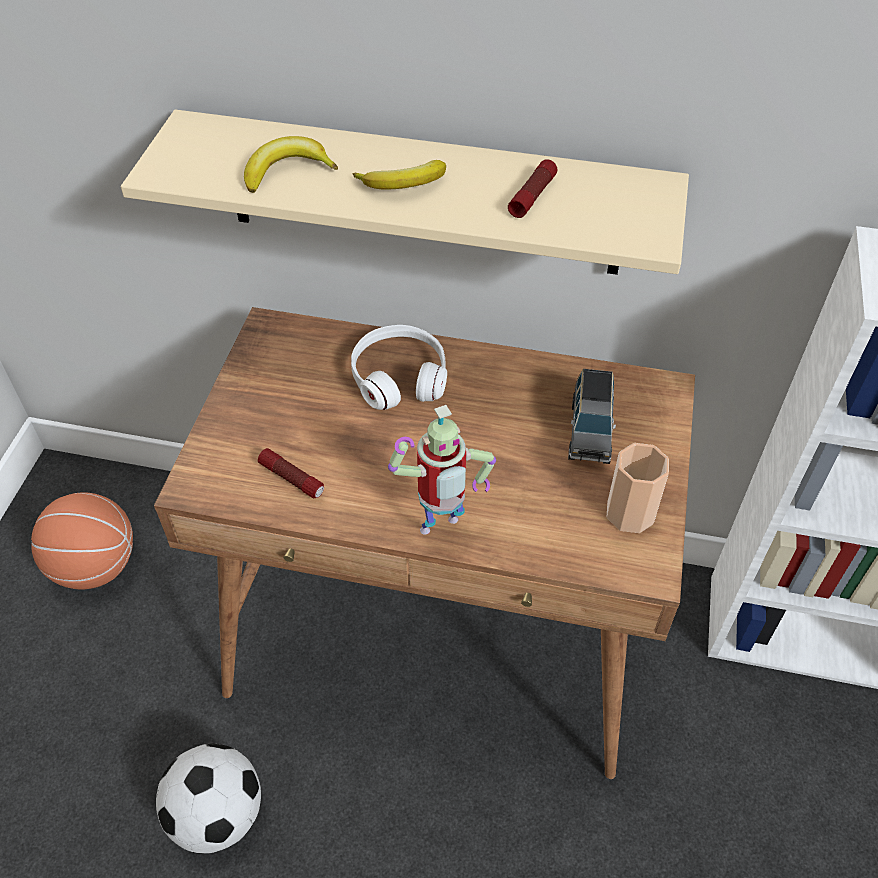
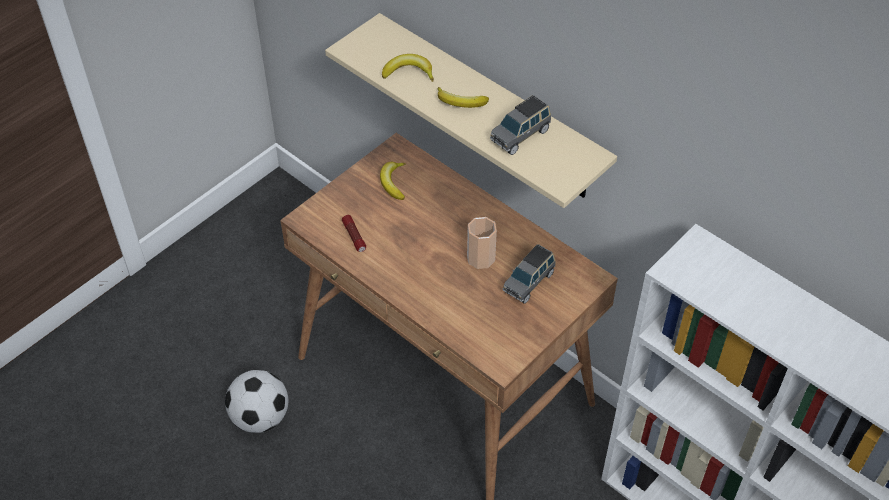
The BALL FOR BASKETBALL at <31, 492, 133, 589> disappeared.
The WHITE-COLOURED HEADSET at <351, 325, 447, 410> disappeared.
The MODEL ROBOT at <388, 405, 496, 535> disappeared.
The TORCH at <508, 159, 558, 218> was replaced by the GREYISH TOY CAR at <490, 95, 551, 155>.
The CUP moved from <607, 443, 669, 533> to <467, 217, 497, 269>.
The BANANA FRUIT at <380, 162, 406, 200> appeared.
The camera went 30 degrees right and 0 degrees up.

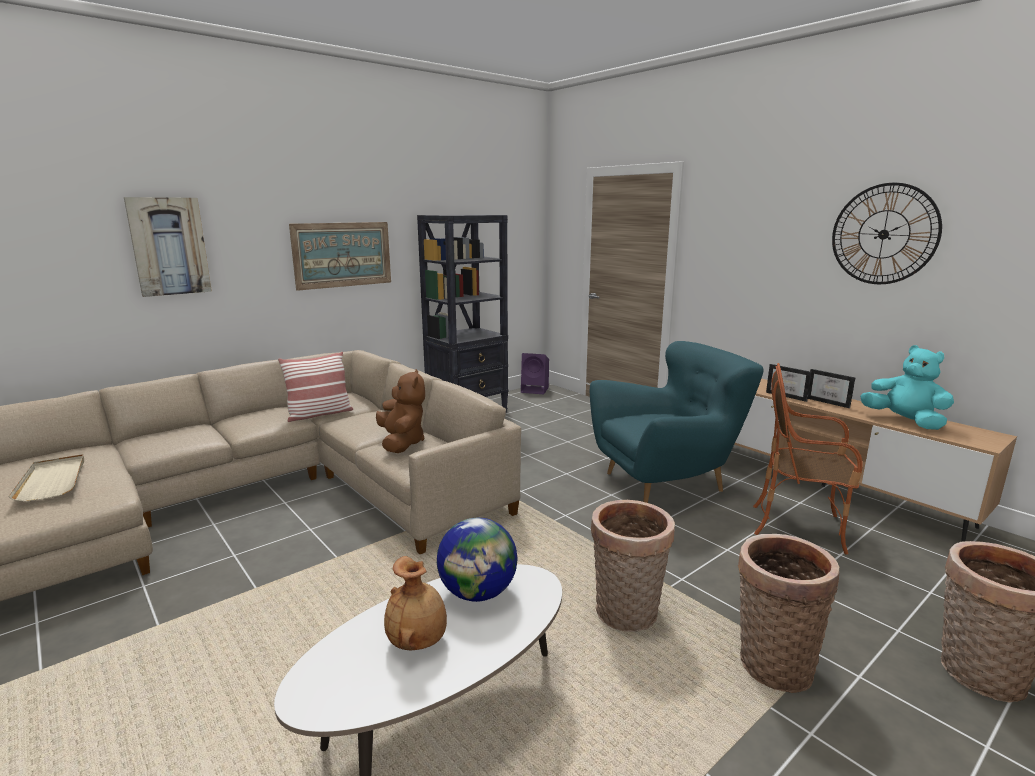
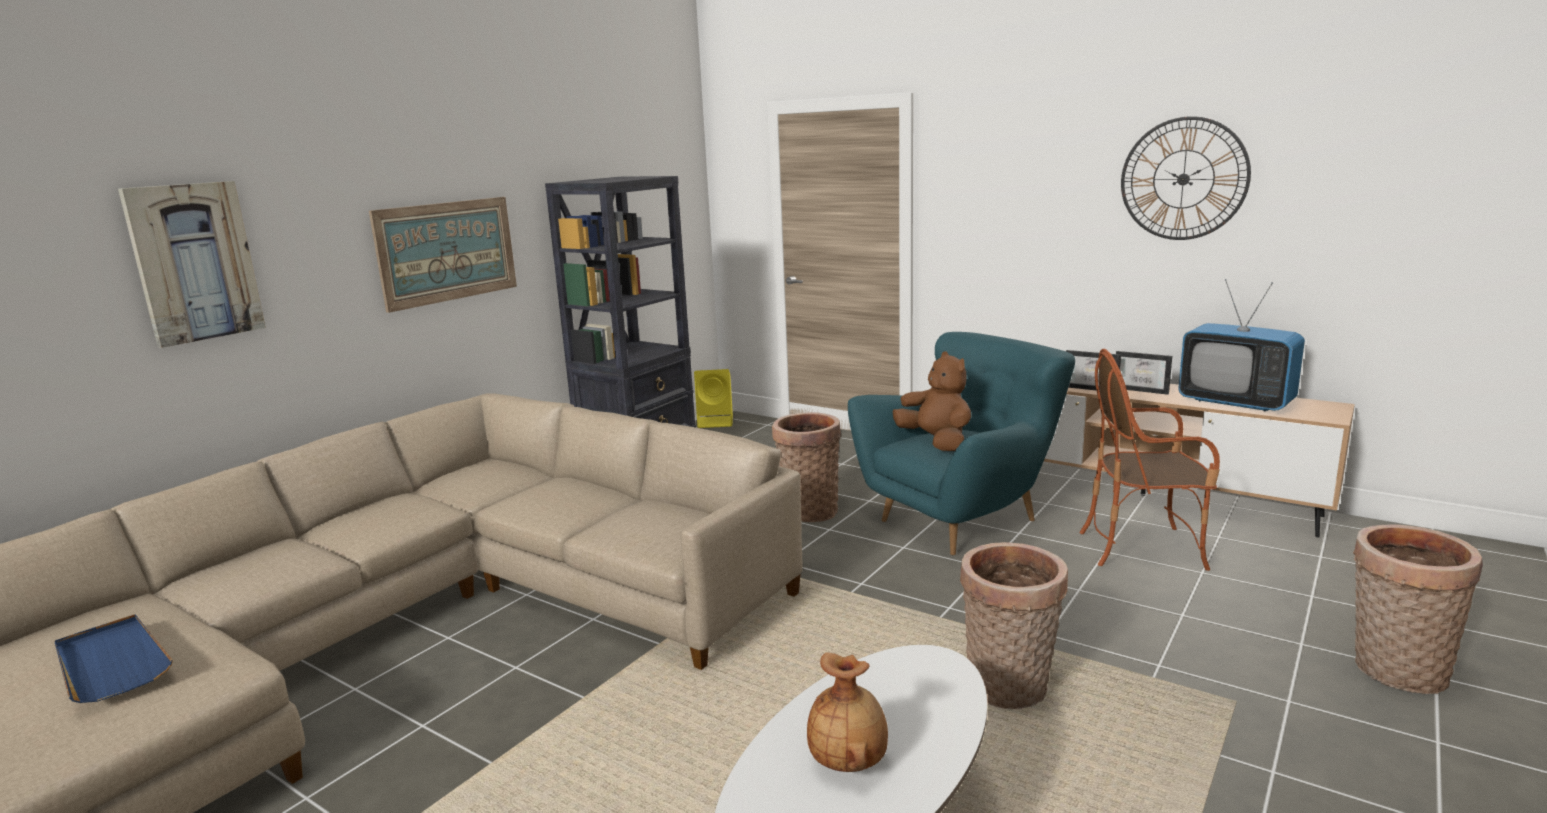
The SAND-COLOURED SERVING TRAY at <8, 454, 84, 502> became the BLUISH SERVING TRAY at <54, 614, 173, 703>.
The CUSHION at <278, 352, 353, 422> disappeared.
The BROWN SOFT TOY moved from <376, 369, 425, 453> to <893, 351, 971, 451>.
The GLOBE at <437, 518, 518, 602> disappeared.
The PURPLE AUDIO SPEAKER at <521, 353, 549, 394> became the YELLOW AUDIO SPEAKER at <694, 369, 733, 428>.
The STORAGE BASKET moved from <738, 534, 839, 693> to <772, 412, 841, 522>.
The BLUE-GREEN SOFT TOY at <860, 345, 954, 430> was replaced by the TV SET at <1178, 279, 1305, 411>.
The camera went 15 degrees left and 0 degrees up.

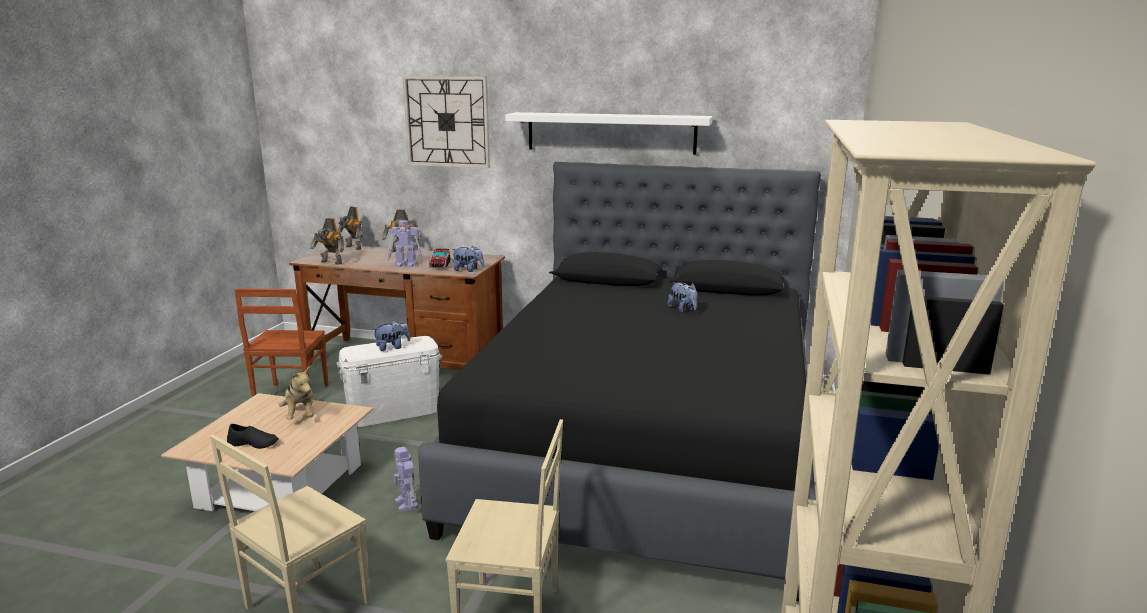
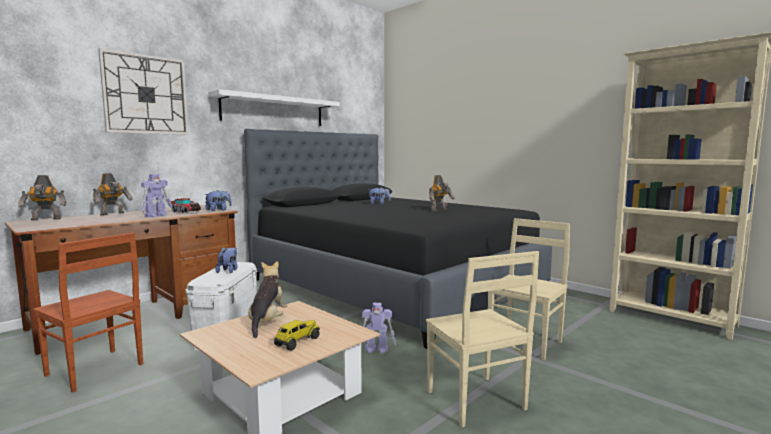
The BLACK-COLOURED LOW SHOE at <227, 424, 279, 449> was replaced by the MODEL TRUCK at <274, 320, 320, 351>.
The SOFT TOY at <278, 366, 314, 420> turned 90 degrees counterclockwise.
The MODEL ROBOT moved from <310, 218, 344, 265> to <429, 175, 455, 212>.
The camera went 60 degrees left and 10 degrees down.

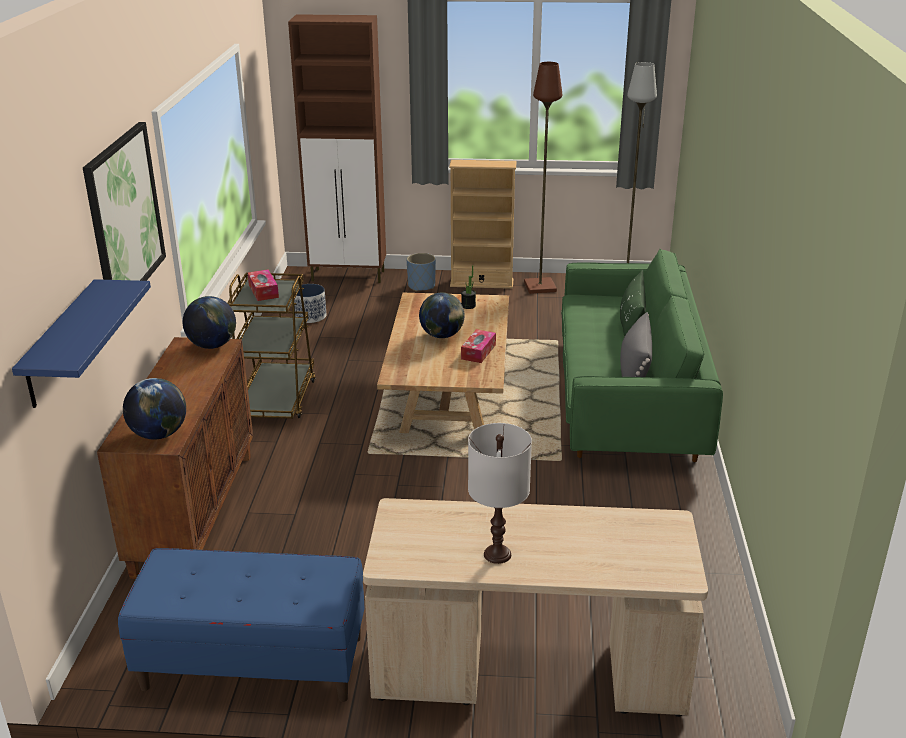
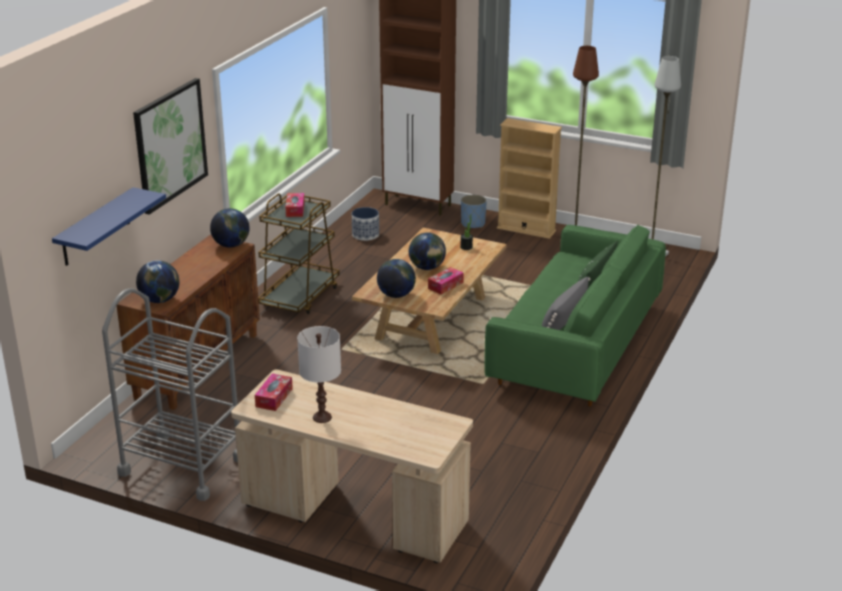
The BLUISH INDOOR BENCH at <118, 548, 364, 702> was replaced by the GREYISH TROLLEY at <102, 288, 239, 501>.
The TISSUE BOX at <255, 373, 293, 411> appeared.
The GLOBE at <377, 259, 416, 298> appeared.
The camera went 20 degrees right and 0 degrees up.

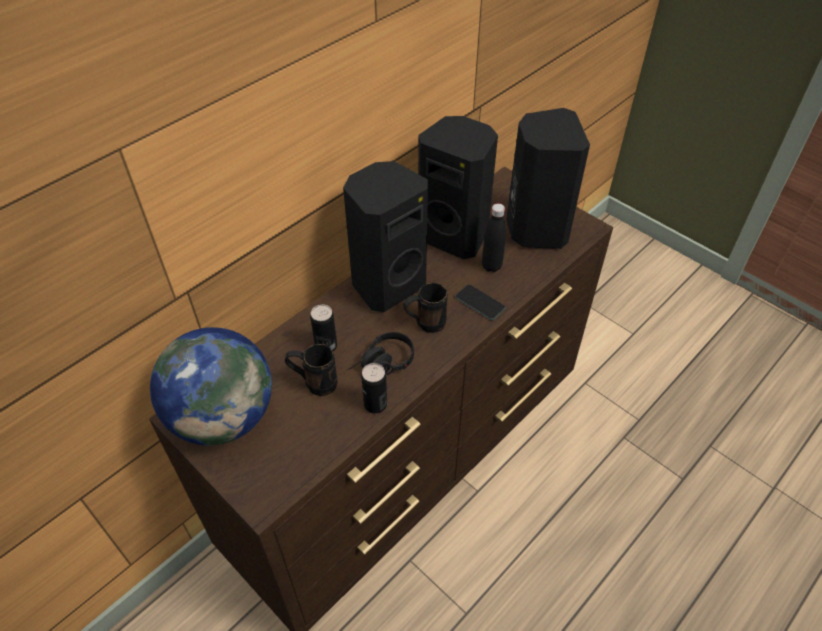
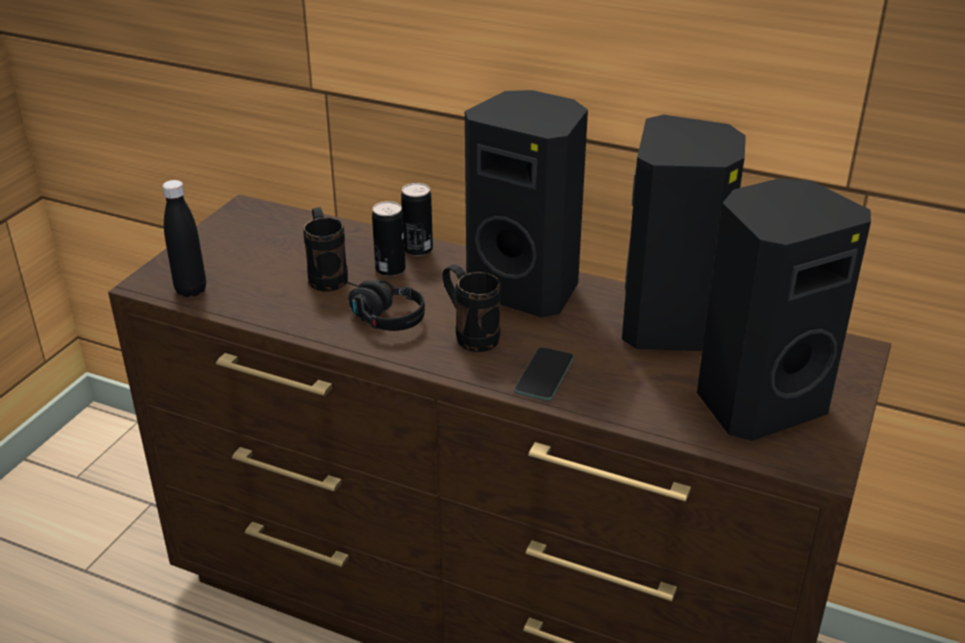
The GLOBE at <150, 327, 272, 446> disappeared.
The SEALED CAN moved from <361, 363, 387, 414> to <401, 183, 433, 256>.
The BLACK-COLOURED BEVERAGE BOTTLE moved from <482, 204, 506, 272> to <162, 180, 206, 297>.
The camera went 70 degrees right and 15 degrees down.

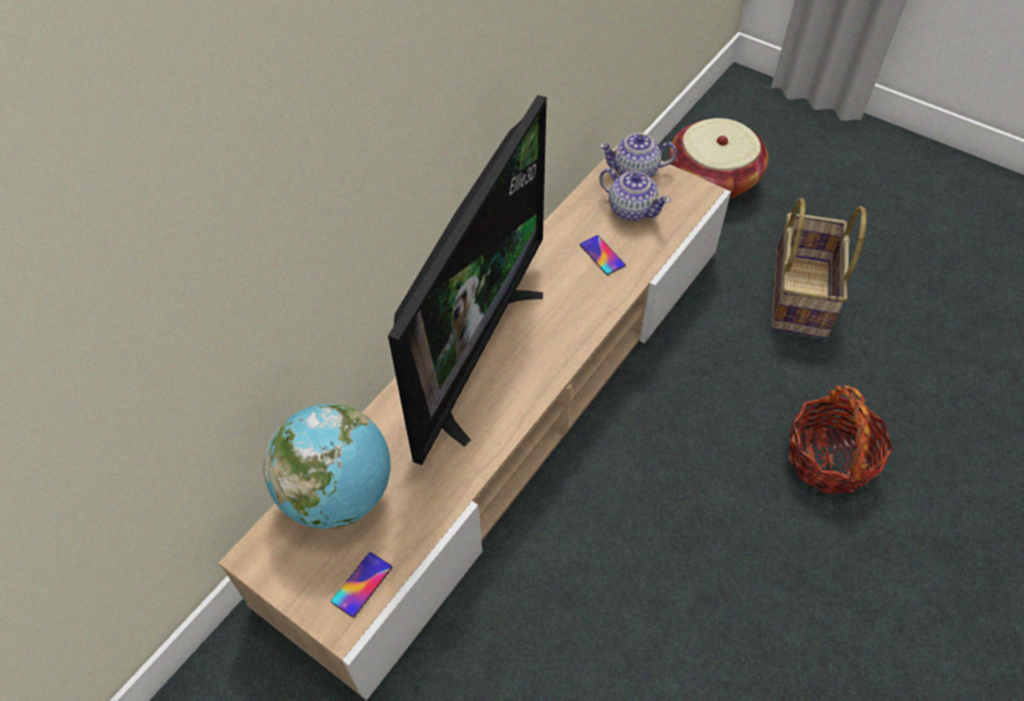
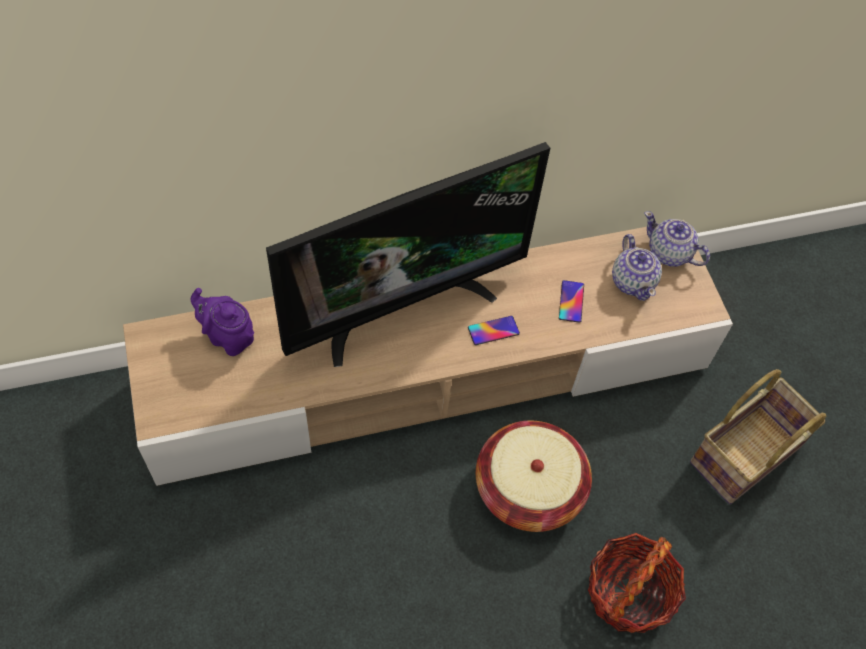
The GLOBE at <263, 404, 390, 530> was replaced by the PURPLE TEAPOT at <191, 288, 254, 356>.
The TELEPHONE moved from <331, 552, 392, 617> to <468, 316, 520, 345>.
The STORAGE BASKET moved from <669, 118, 769, 199> to <476, 420, 592, 532>.
The camera went 35 degrees right and 5 degrees up.

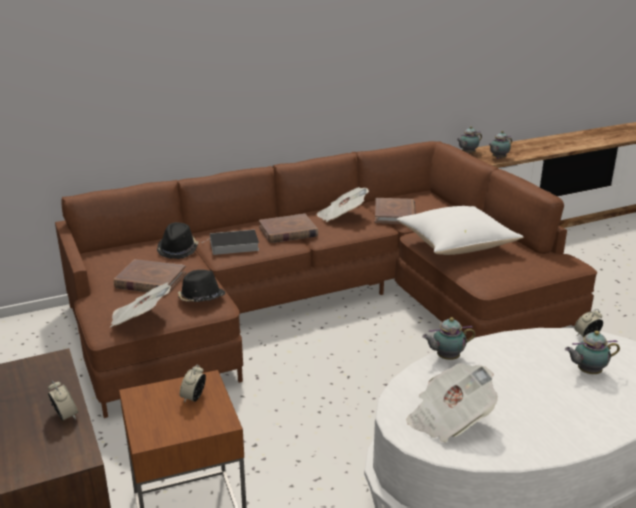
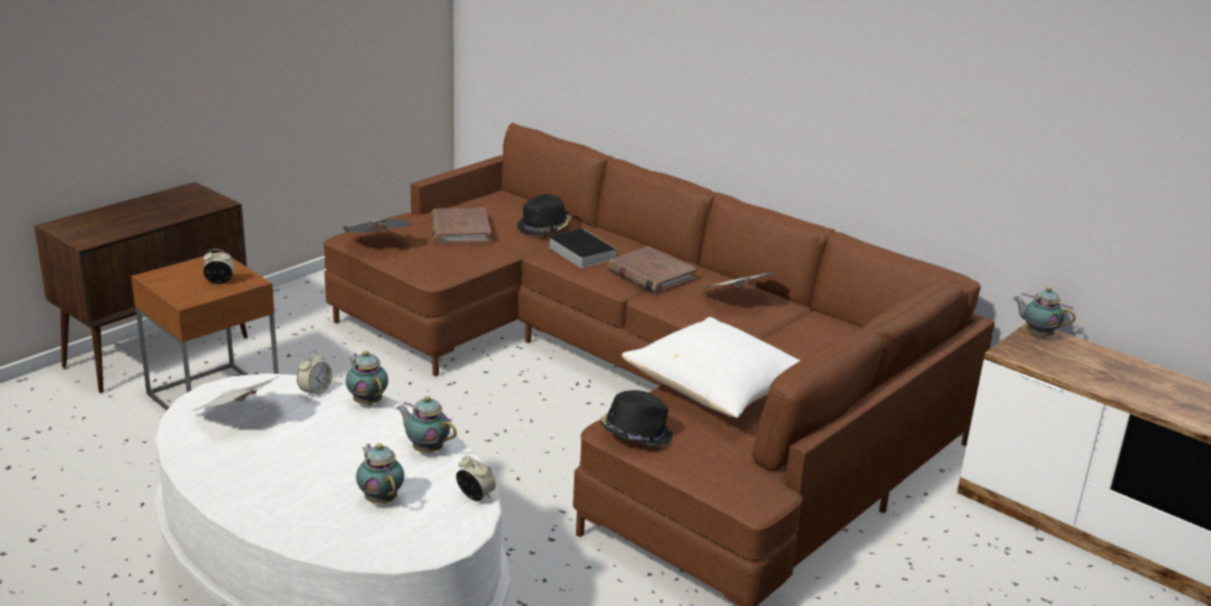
The ALARM CLOCK moved from <48, 380, 78, 421> to <297, 351, 332, 398>.
The BLACK-COLOURED WEARABLE HAT moved from <178, 270, 226, 302> to <600, 390, 674, 447>.
The BROWN BOUND BOOK at <375, 198, 416, 224> disappeared.
The TEAPOT moved from <488, 131, 512, 159> to <397, 396, 457, 453>.
The camera went 65 degrees right and 0 degrees up.

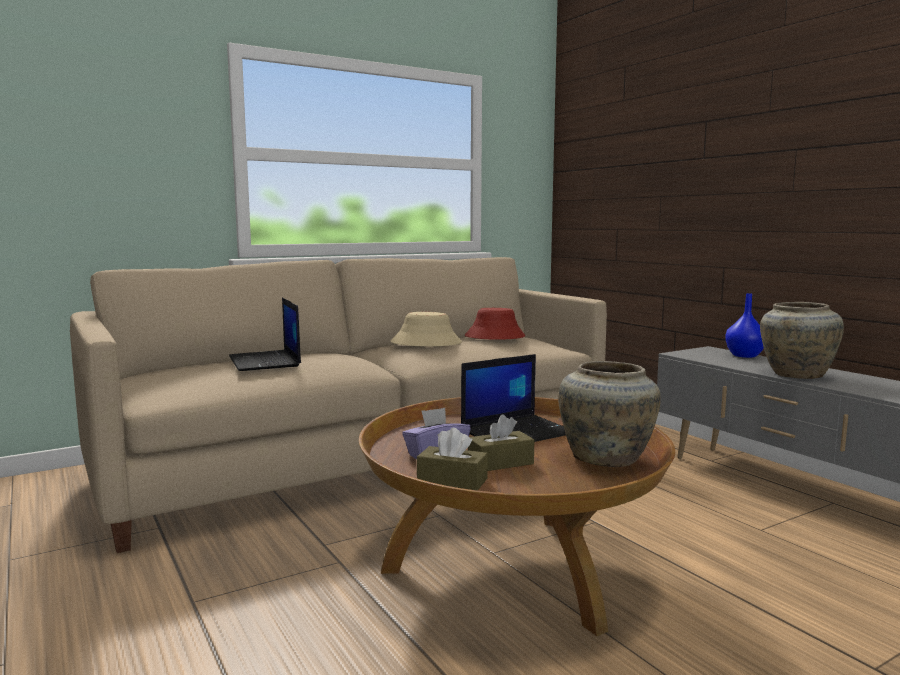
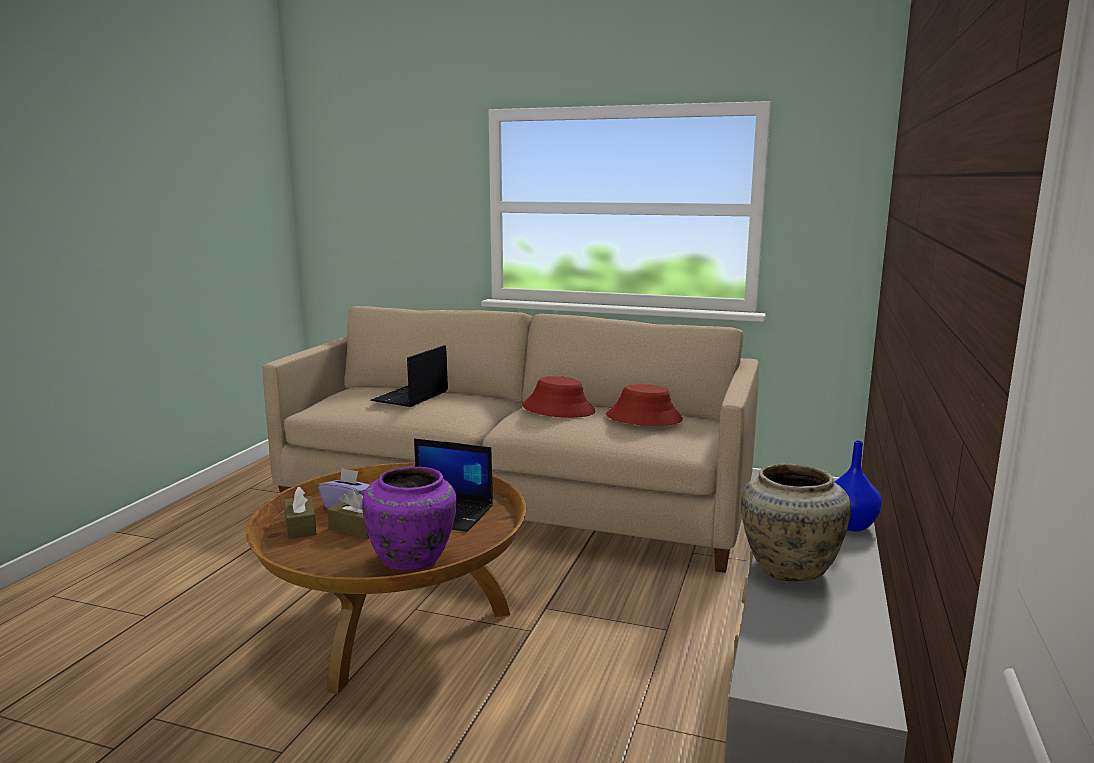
The SAND-COLOURED WEARABLE HAT at <391, 312, 462, 347> became the RED WEARABLE HAT at <522, 376, 595, 418>.
The SAND-COLOURED FLOWER VASE at <558, 361, 661, 467> became the PURPLE FLOWER VASE at <362, 467, 457, 570>.
The camera went 50 degrees right and 5 degrees up.

